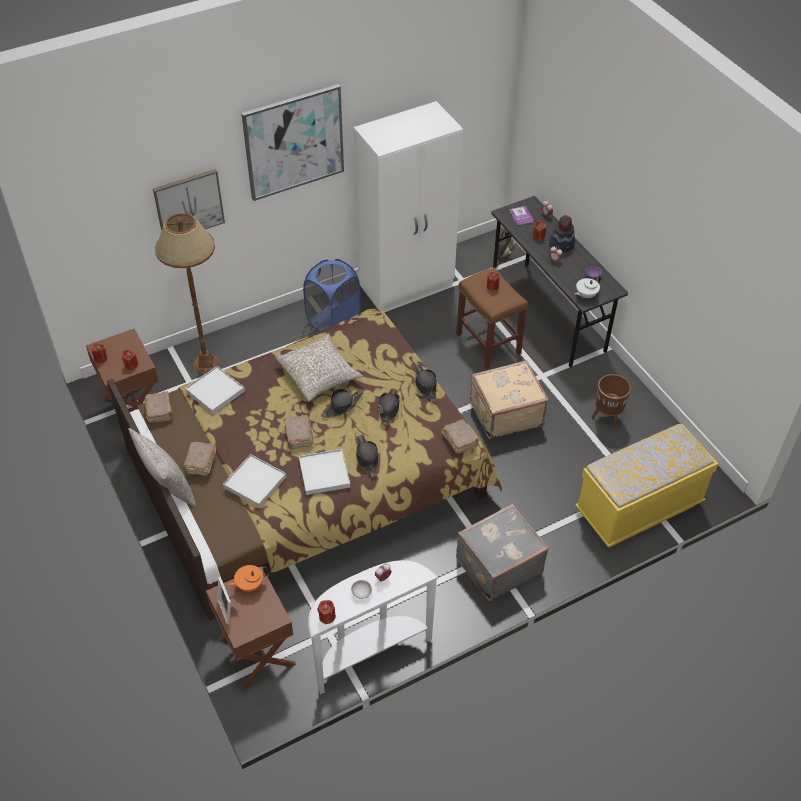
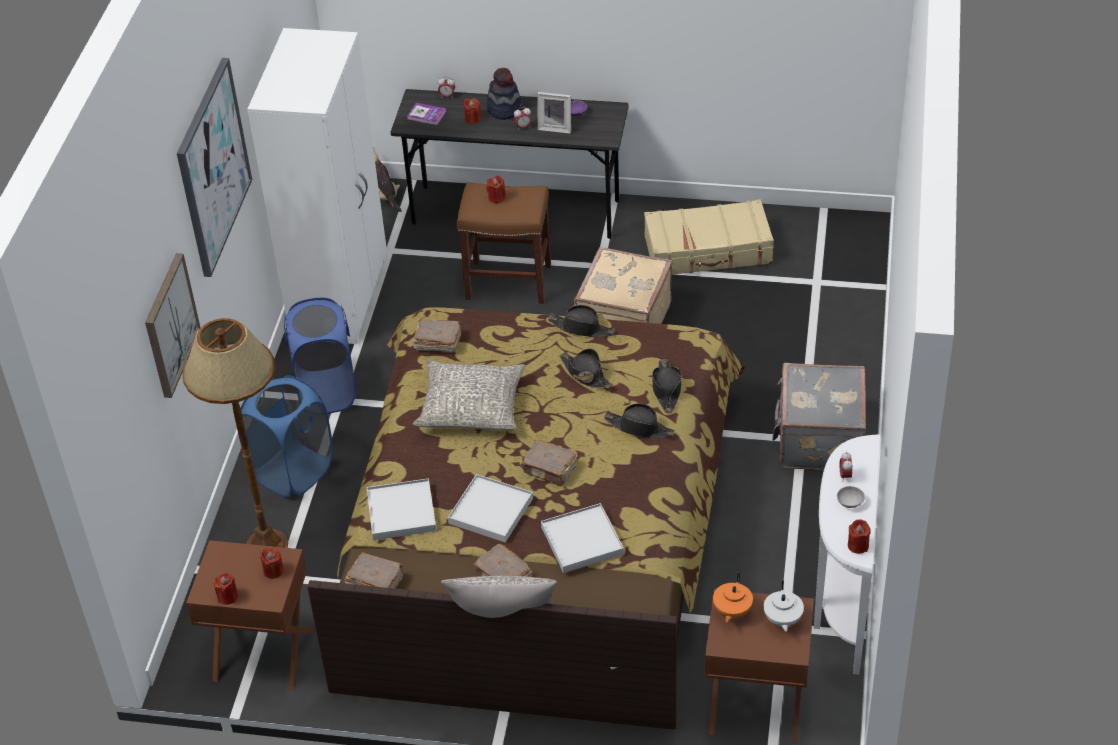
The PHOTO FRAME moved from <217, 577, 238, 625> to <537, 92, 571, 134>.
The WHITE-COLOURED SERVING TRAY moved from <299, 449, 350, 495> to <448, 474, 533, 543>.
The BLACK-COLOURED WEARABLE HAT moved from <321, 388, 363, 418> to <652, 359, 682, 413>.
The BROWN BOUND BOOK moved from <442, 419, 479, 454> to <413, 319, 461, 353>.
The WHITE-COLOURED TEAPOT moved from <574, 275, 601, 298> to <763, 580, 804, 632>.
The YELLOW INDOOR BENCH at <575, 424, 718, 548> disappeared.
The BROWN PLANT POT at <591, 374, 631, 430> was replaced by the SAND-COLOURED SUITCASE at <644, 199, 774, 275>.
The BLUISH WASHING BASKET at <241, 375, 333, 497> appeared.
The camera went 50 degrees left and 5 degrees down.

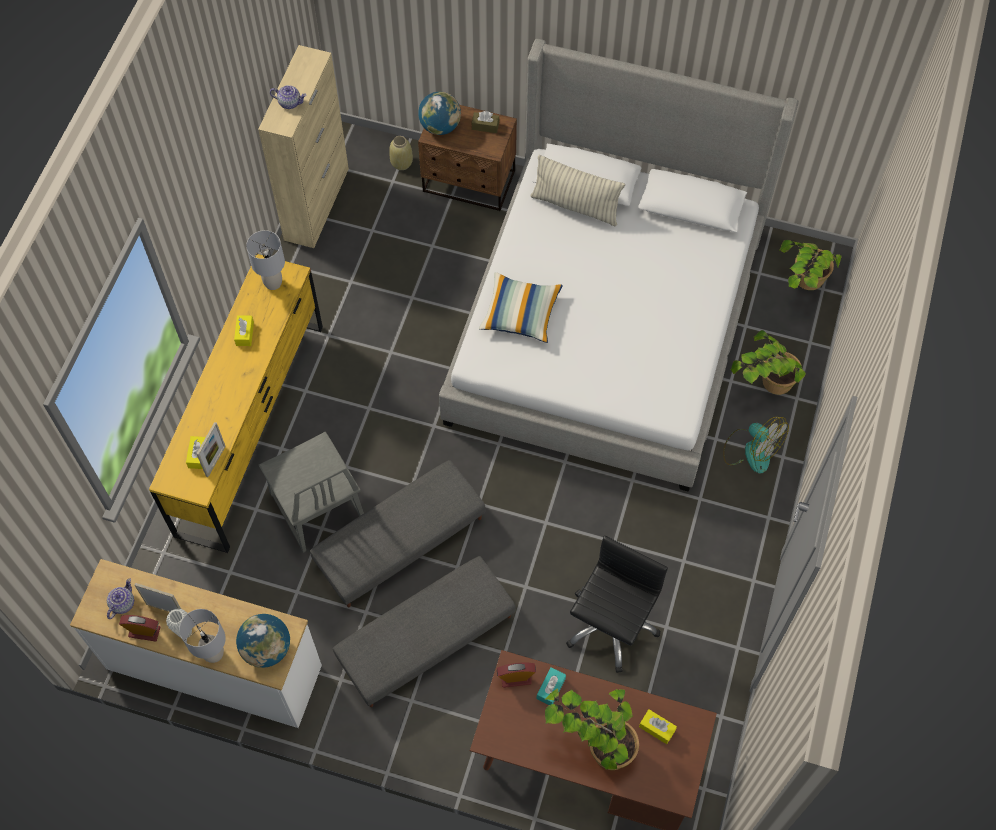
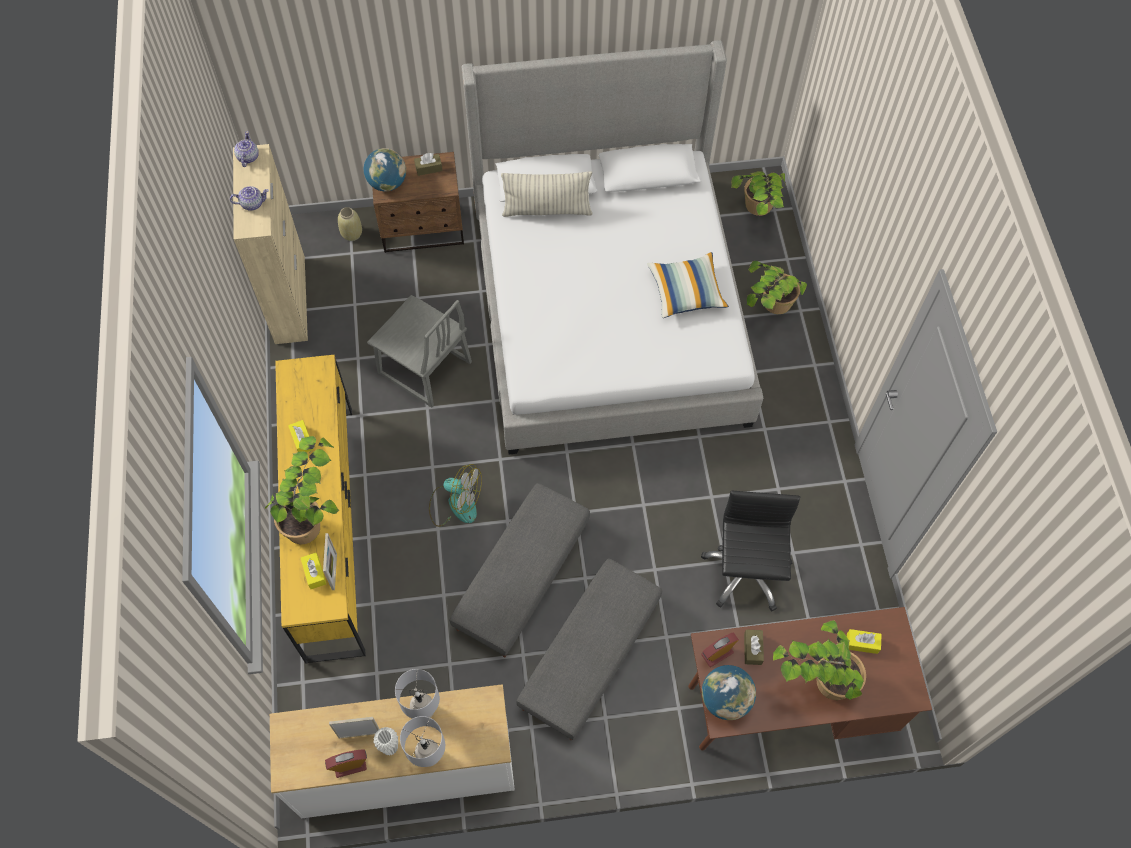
The TEAPOT moved from <107, 578, 134, 619> to <234, 131, 259, 167>.
The GLOBE moved from <236, 614, 290, 668> to <702, 665, 756, 720>.
The GREYISH LAMP FOR A TABLE moved from <246, 230, 285, 290> to <395, 669, 440, 719>.
The GREYISH PLAIN CHAIR moved from <259, 432, 364, 553> to <367, 295, 472, 407>.
The CUSHION moved from <479, 272, 563, 343> to <647, 252, 729, 318>.
The BLUE-GREEN TISSUE BOX at <536, 667, 566, 705> became the BROWN TISSUE BOX at <744, 629, 764, 665>.
The FAN moved from <723, 417, 789, 473> to <429, 464, 482, 527>.
The HOUSEPLANT at <265, 436, 339, 544> appeared.
The camera went 25 degrees left and 0 degrees up.

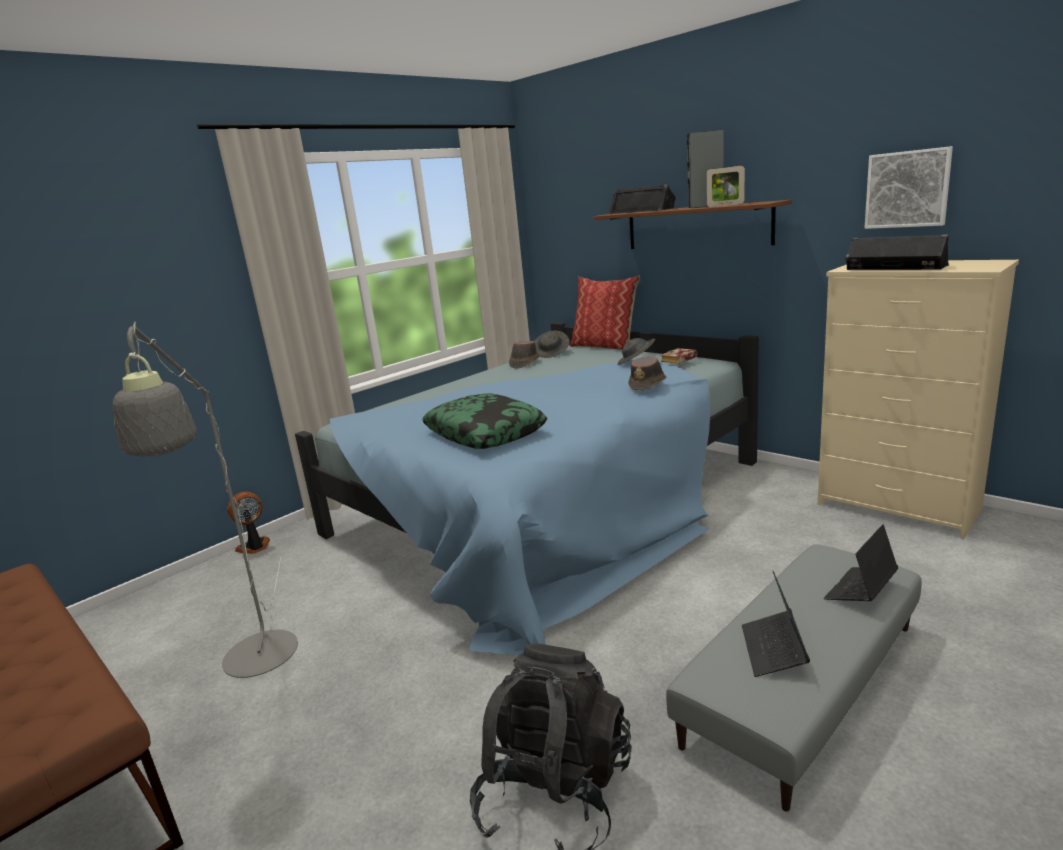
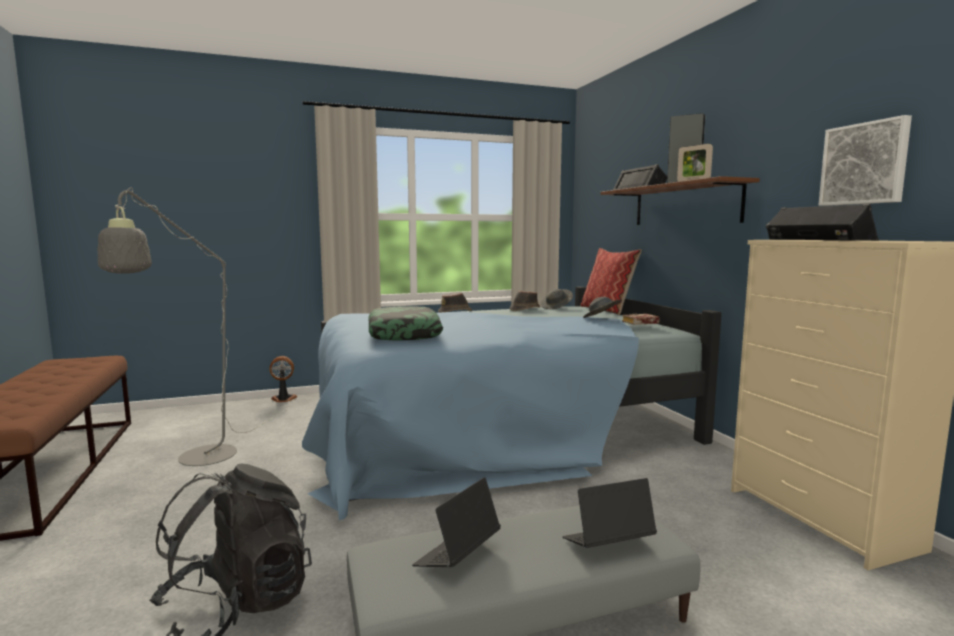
The BROWN WEARABLE HAT moved from <628, 356, 666, 390> to <438, 292, 472, 312>.
The camera went 25 degrees right and 10 degrees down.

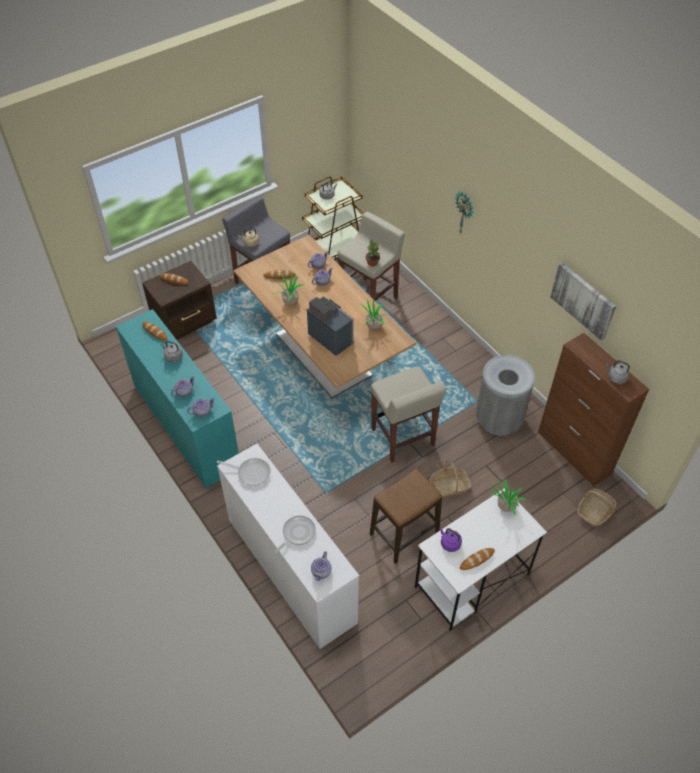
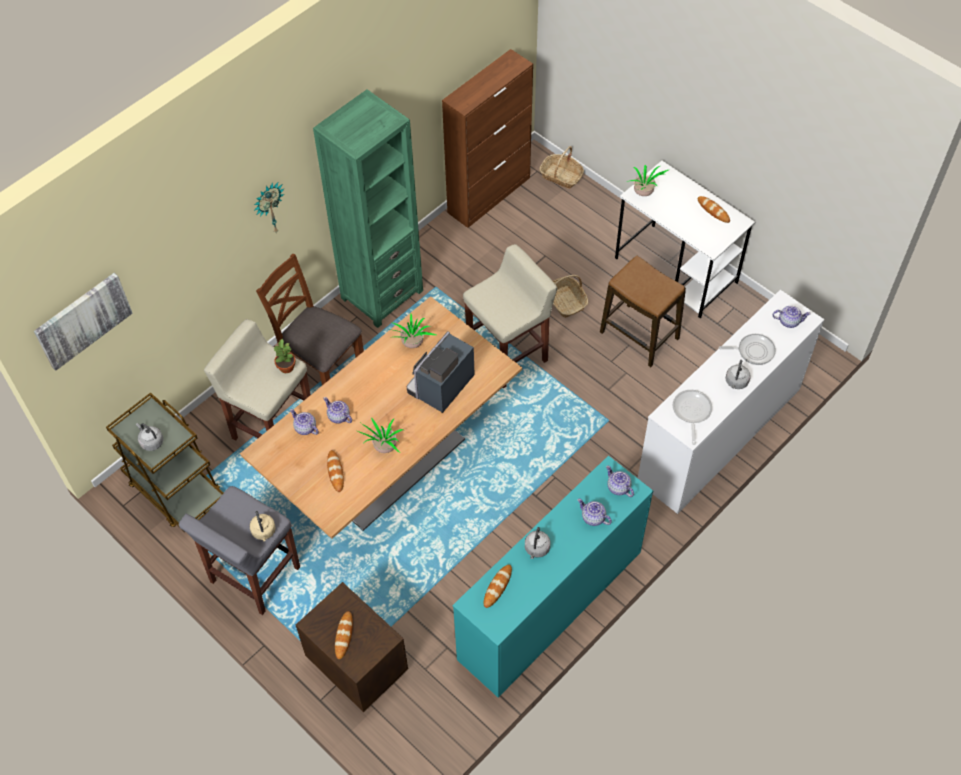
The PAN at <274, 516, 316, 553> turned 150 degrees clockwise.
The PURPLE TEA KETTLE at <439, 527, 462, 552> disappeared.
The GREYISH WASTE BIN at <476, 355, 535, 436> disappeared.
The WALL ART moved from <550, 263, 616, 341> to <34, 273, 133, 371>.
The GREYISH TEA KETTLE moved from <606, 360, 630, 384> to <726, 360, 751, 389>.
The BROWN PLAIN CHAIR at <256, 254, 364, 385> appeared.
The GREEN BOOKCASE at <313, 89, 423, 328> appeared.
The camera went 100 degrees left and 5 degrees up.

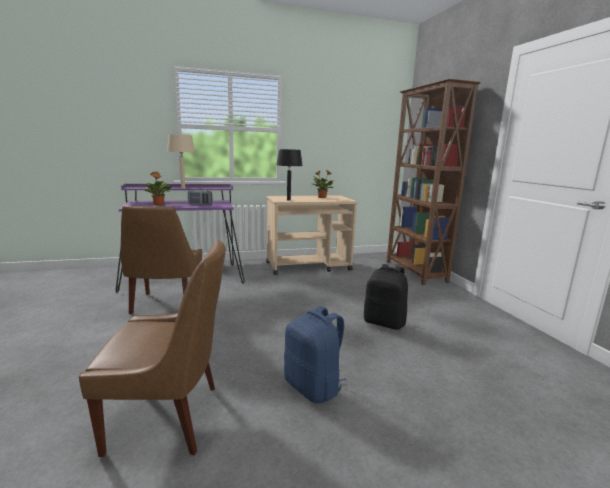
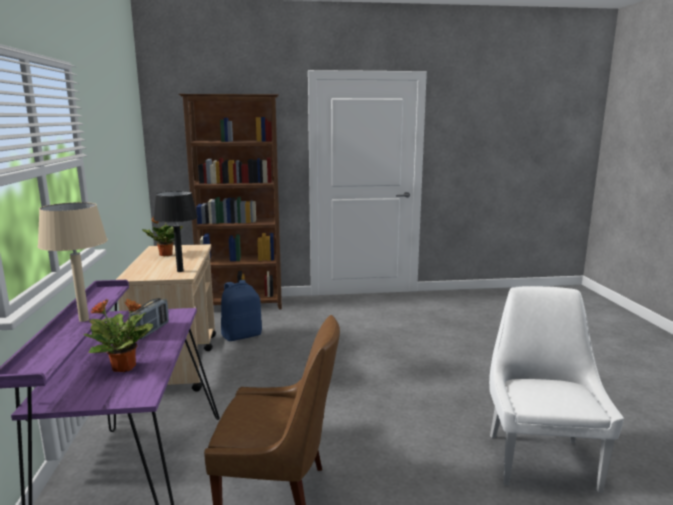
The BROWN PLAIN CHAIR at <79, 239, 226, 457> became the WHITE-COLOURED PLAIN CHAIR at <489, 286, 624, 493>.
The BLUISH RUCKSACK moved from <284, 306, 346, 403> to <221, 280, 262, 341>.
The BLACK-COLOURED RUCKSACK at <364, 264, 408, 330> disappeared.
The camera went 80 degrees left and 0 degrees up.

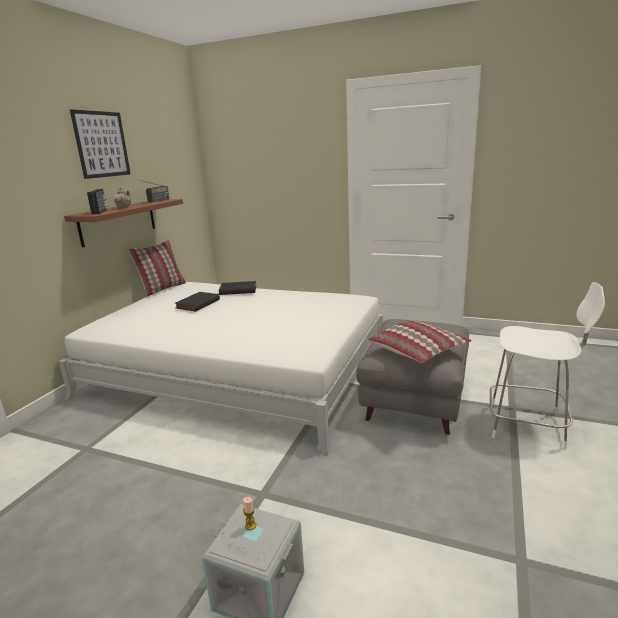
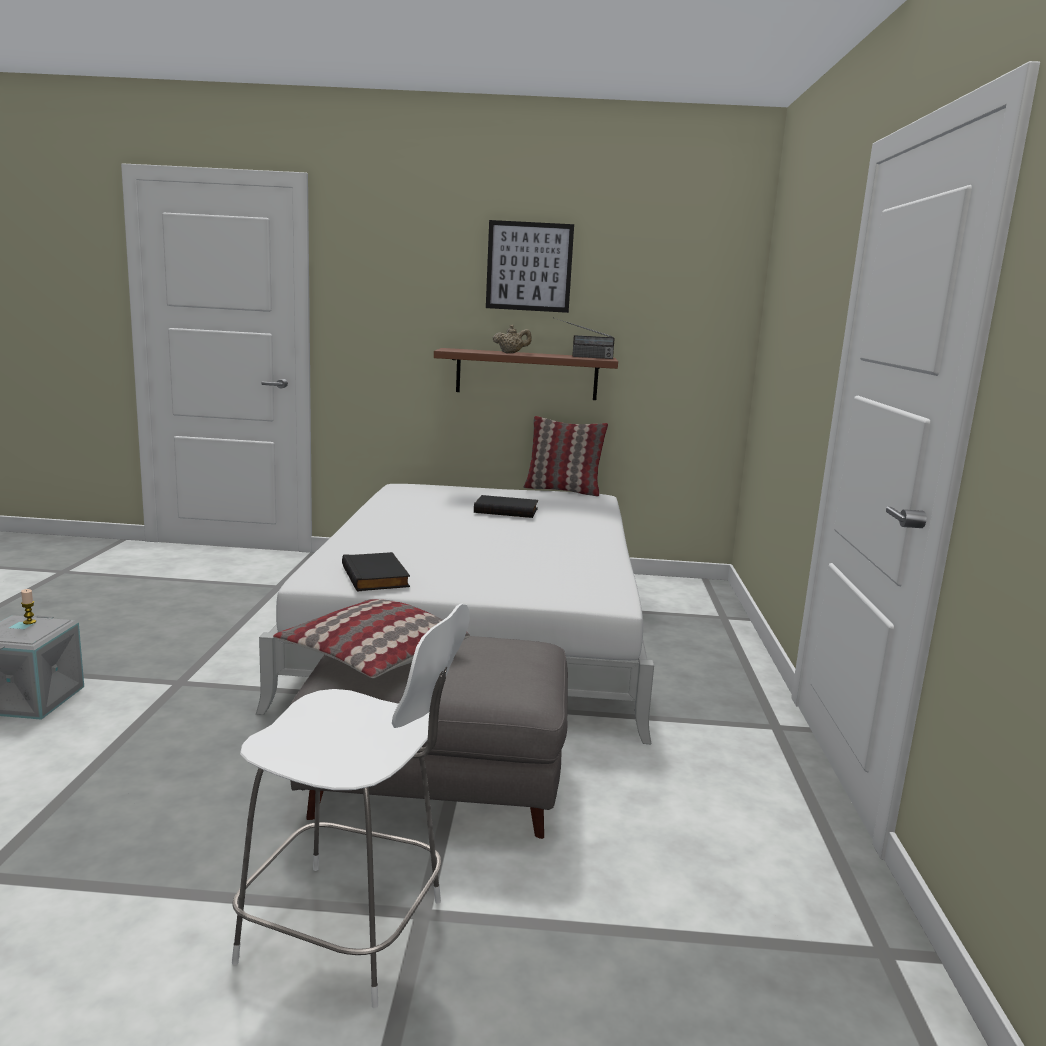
The RADIO RECEIVER at <87, 189, 107, 215> disappeared.
The BLACK-COLOURED BOUND BOOK moved from <219, 281, 257, 295> to <342, 552, 410, 592>.
The WHITE-COLOURED PLAIN CHAIR at <490, 282, 605, 450> turned 75 degrees counterclockwise.
The camera went 70 degrees right and 5 degrees down.

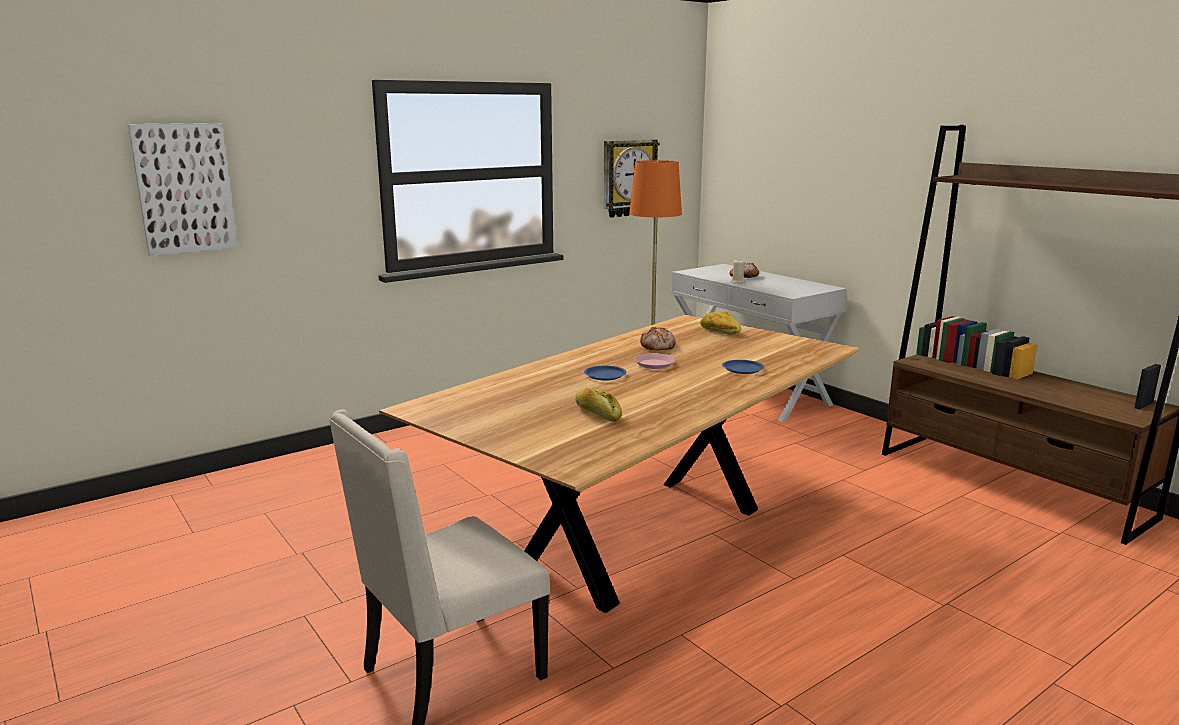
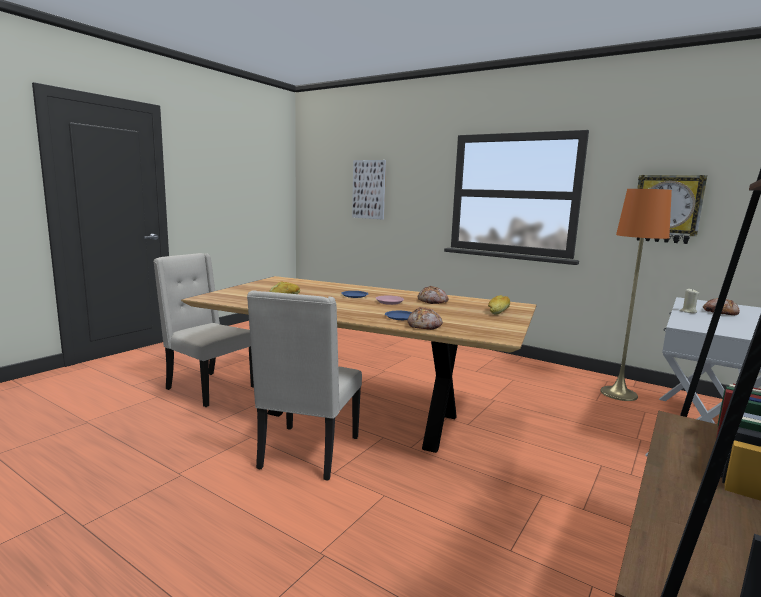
The SAND-COLOURED PLAIN CHAIR at <247, 291, 362, 481> appeared.
The BAKERY BREAD at <407, 307, 443, 330> appeared.
The camera went 70 degrees right and 5 degrees down.

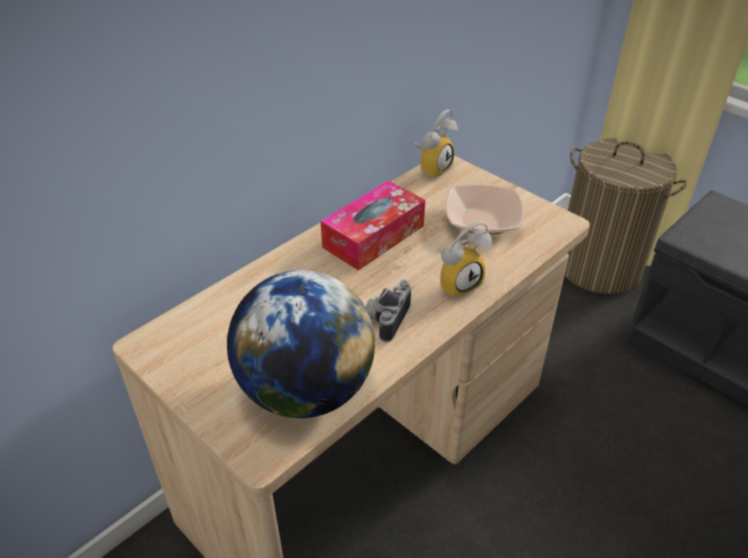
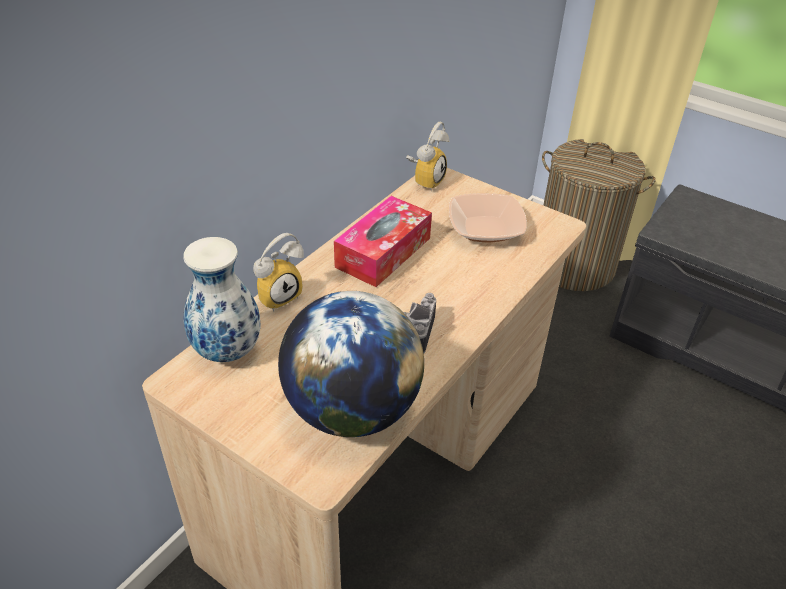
The ALARM CLOCK moved from <438, 221, 492, 299> to <253, 233, 304, 311>.
The FLOWER VASE at <183, 237, 261, 362> appeared.
The camera went 10 degrees left and 0 degrees up.

